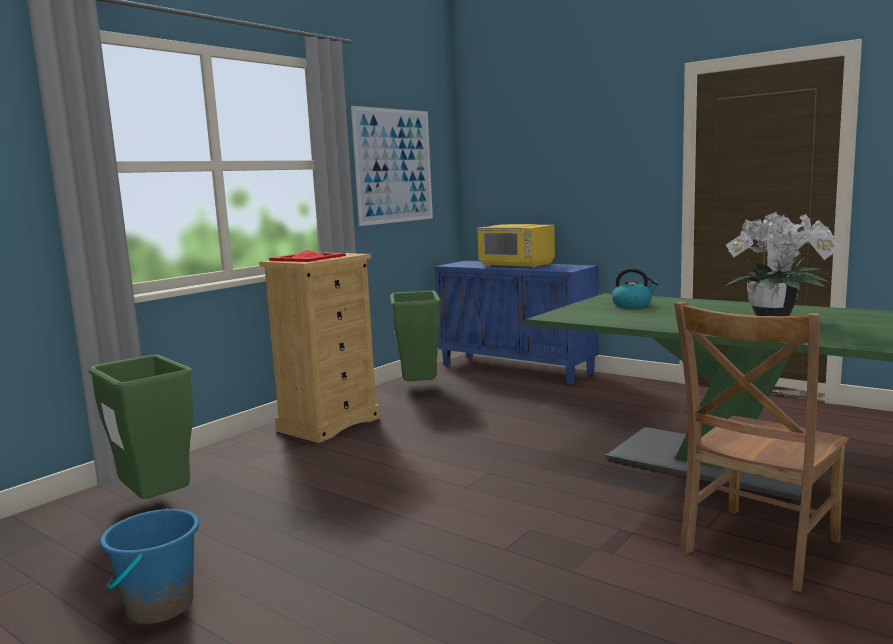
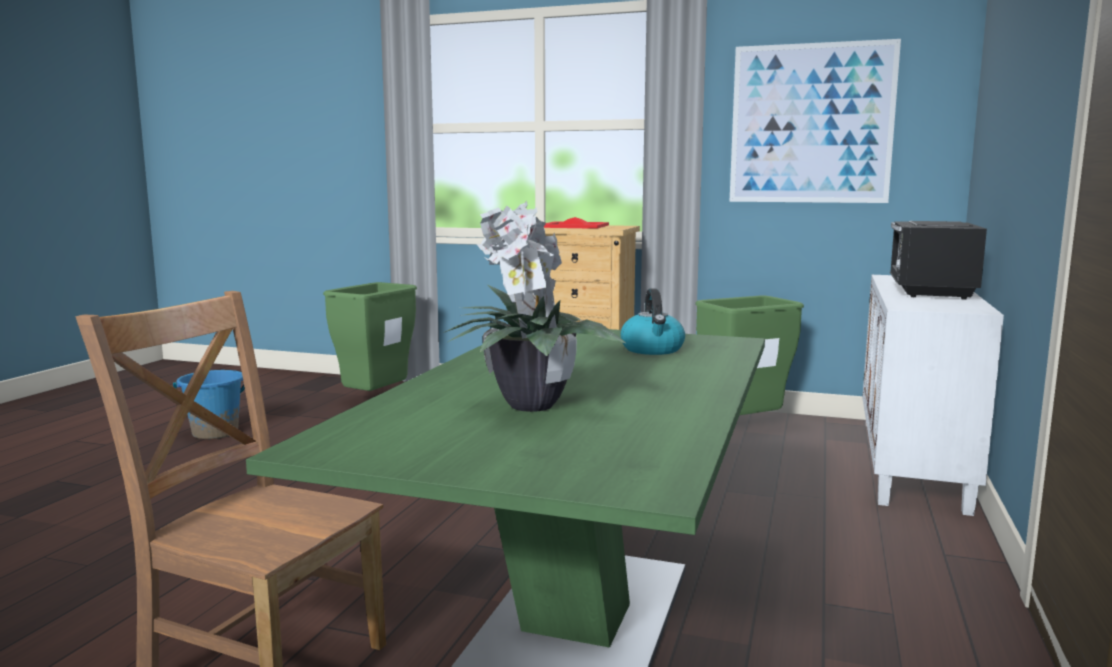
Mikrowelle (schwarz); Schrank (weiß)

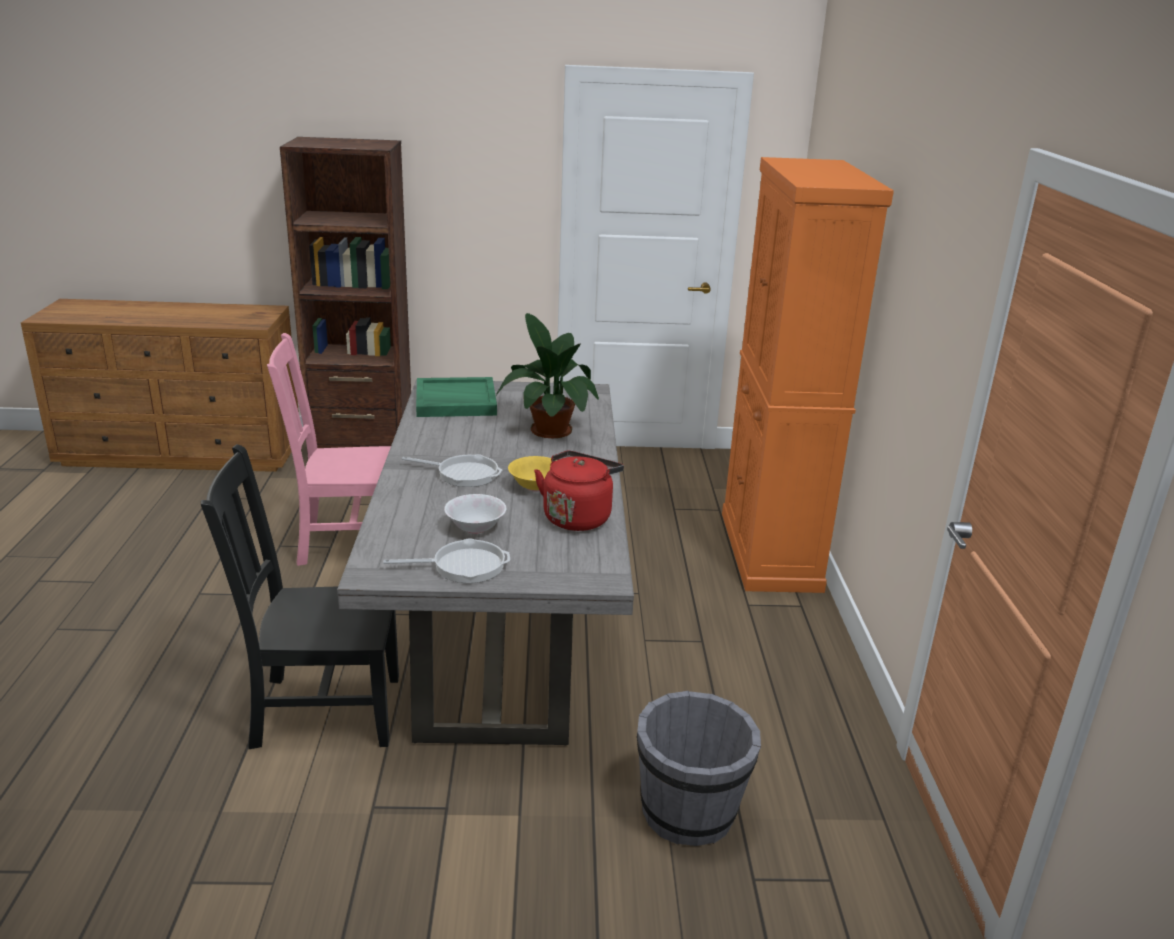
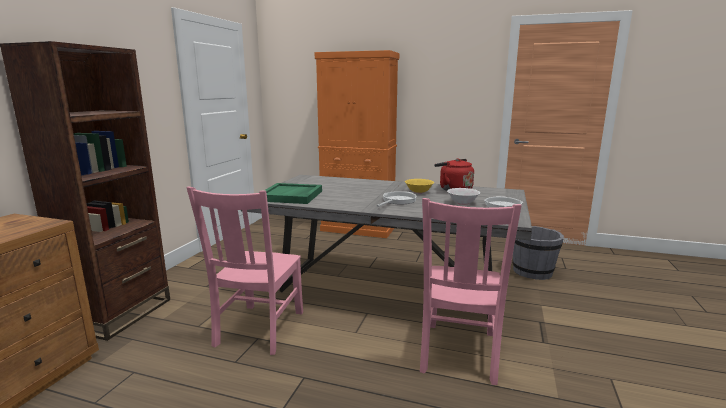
Topfpflanze; Stuhl (rosa) (2nd from left)

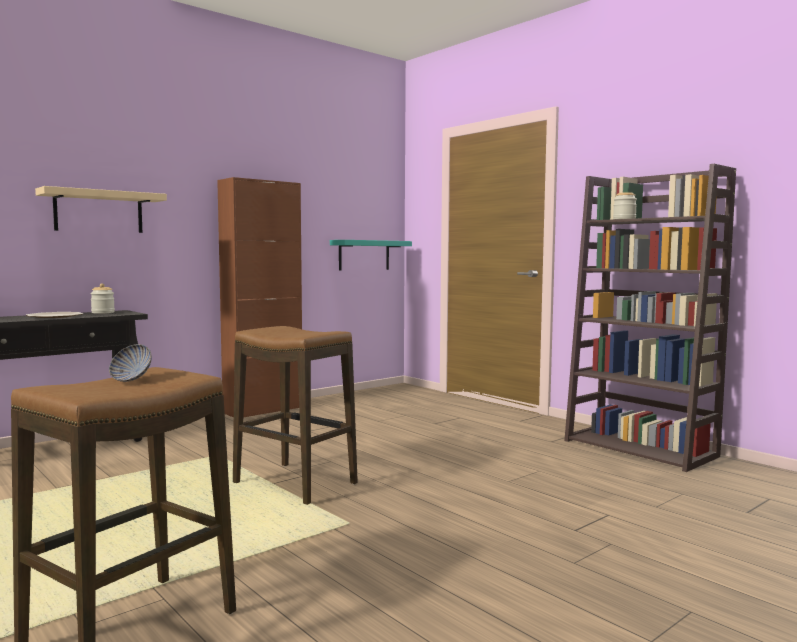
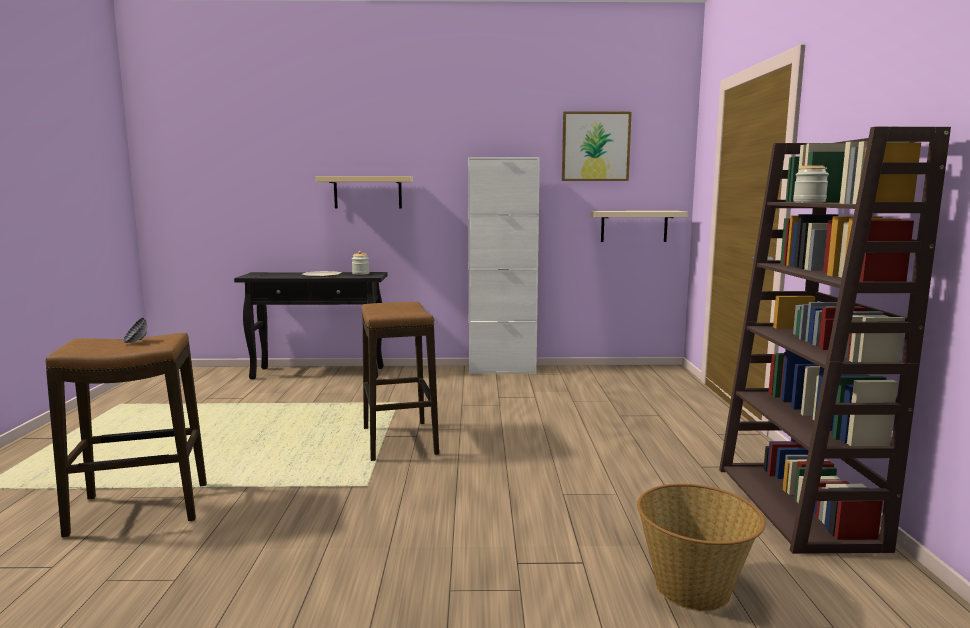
Schrank (weiß); Wandregal (beige) (2nd from left); Bild; Korb

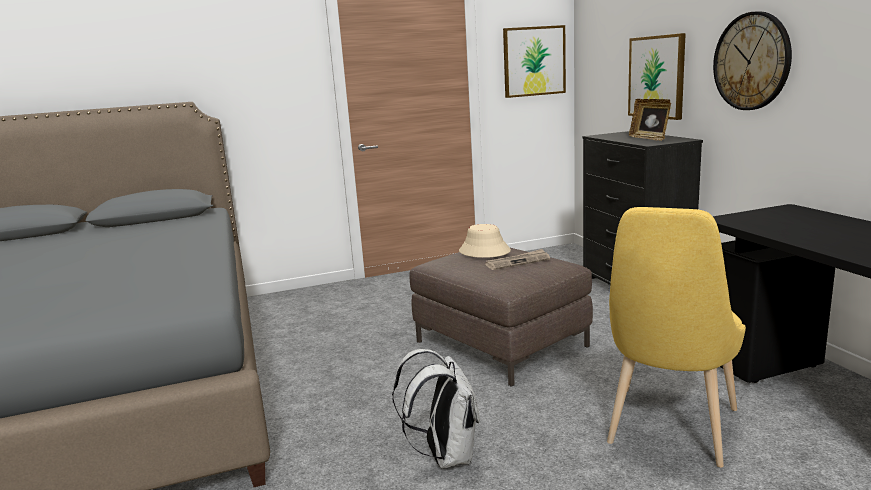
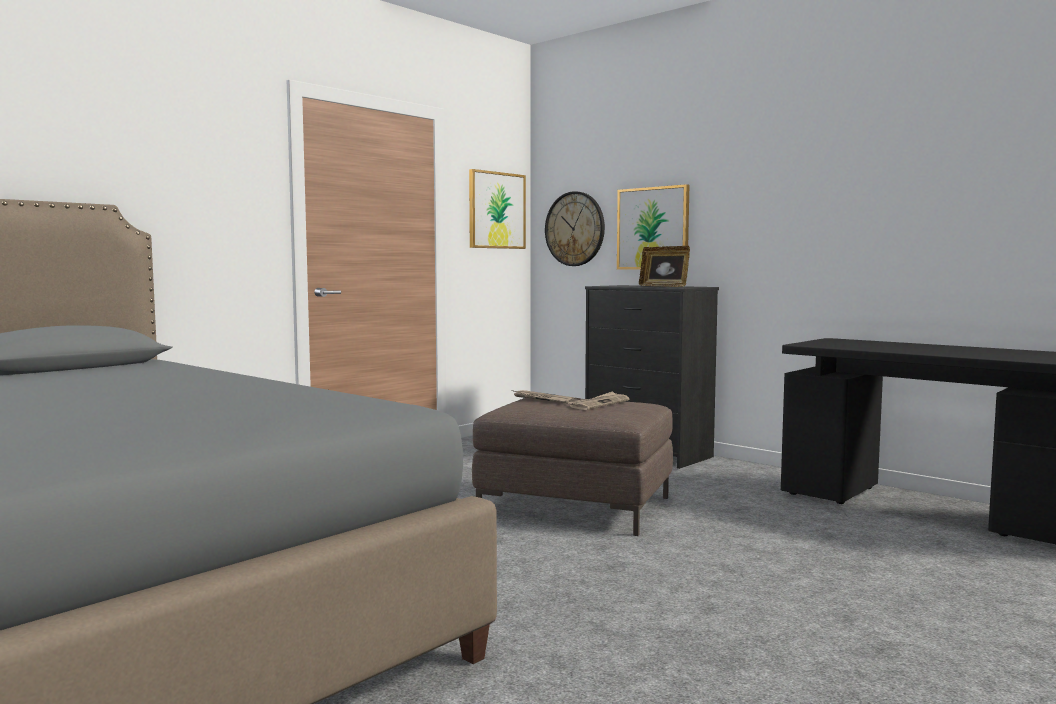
Wanduhr; Stuhl (gelb); Zeitung (1st from left); Rucksack (weiß)

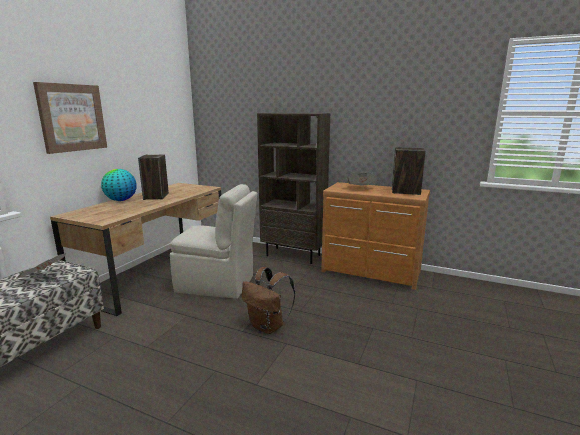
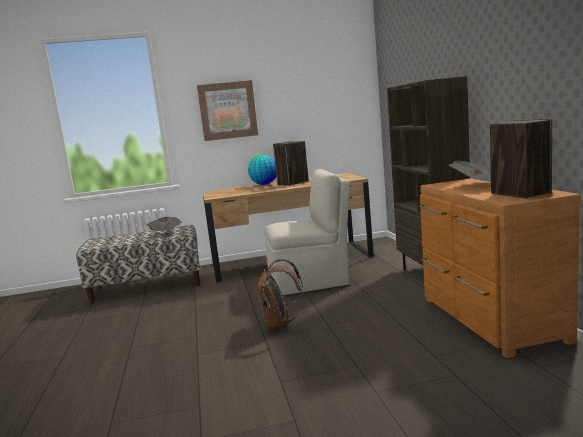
Stuhl (beige)

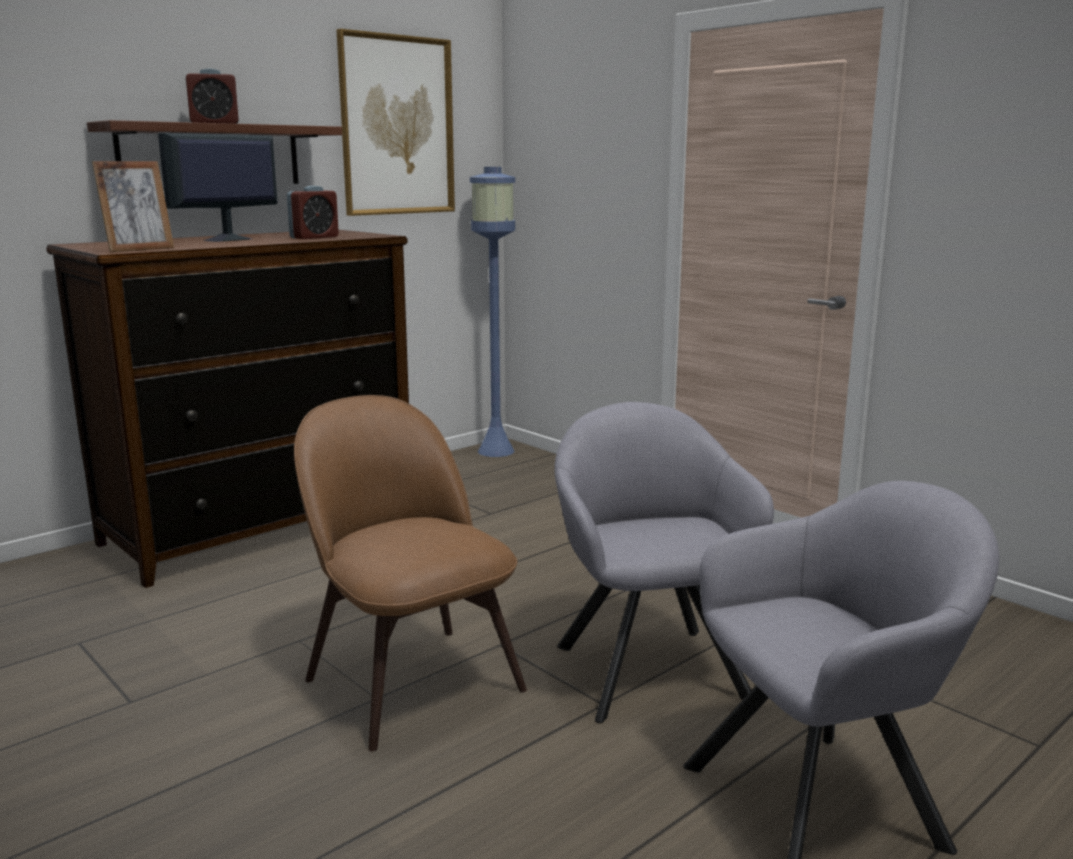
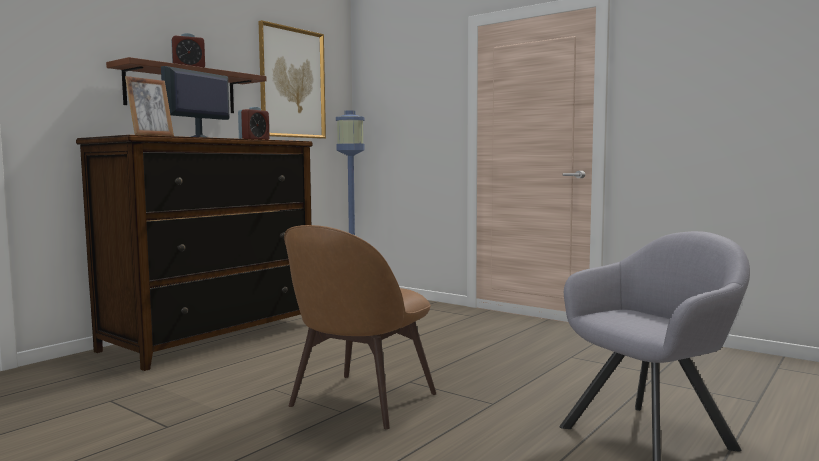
Stuhl (braun); Sessel (grau) (1st from left in the first image)

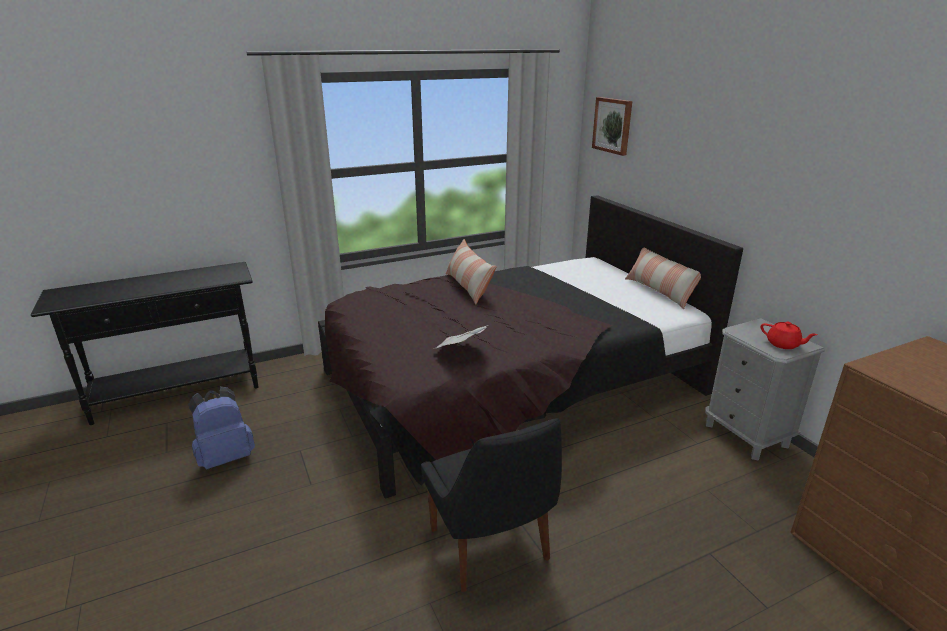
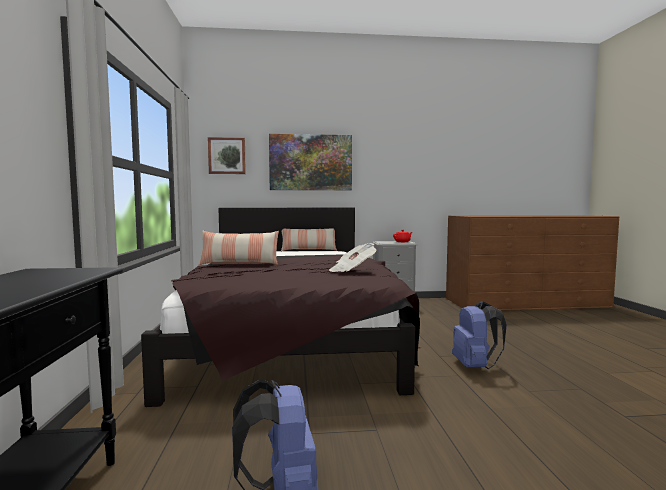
Rucksack (blau) (2nd from left); Bild (2nd from left)

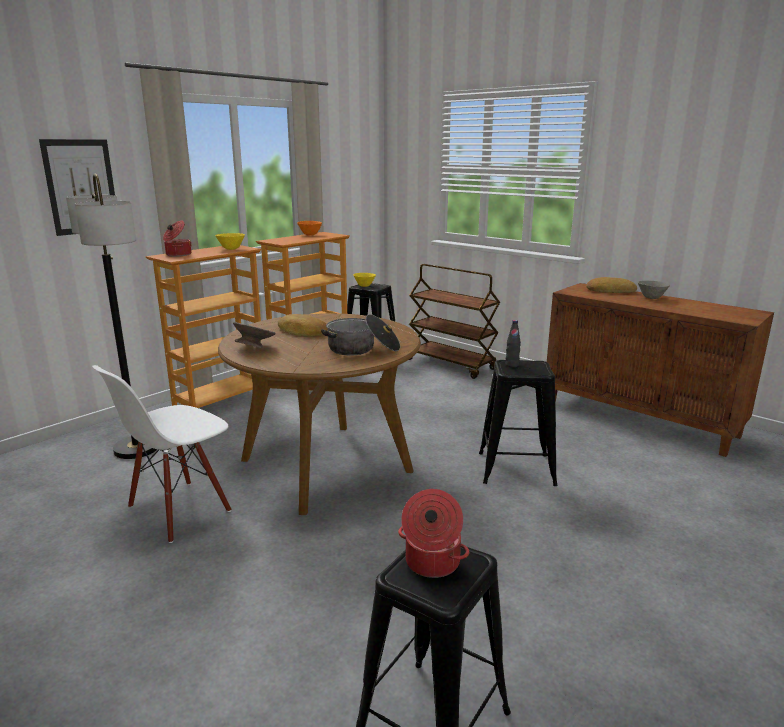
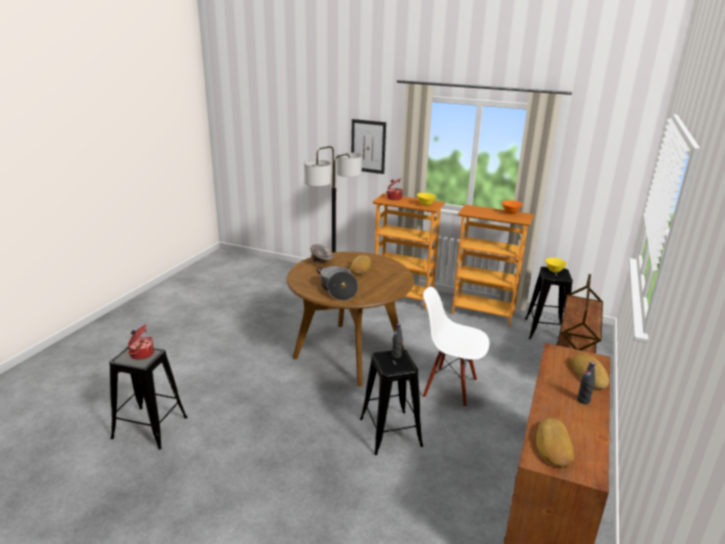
Flasche (schwarz) (2nd from left); Stuhl (weiß); Brot (2nd from left)

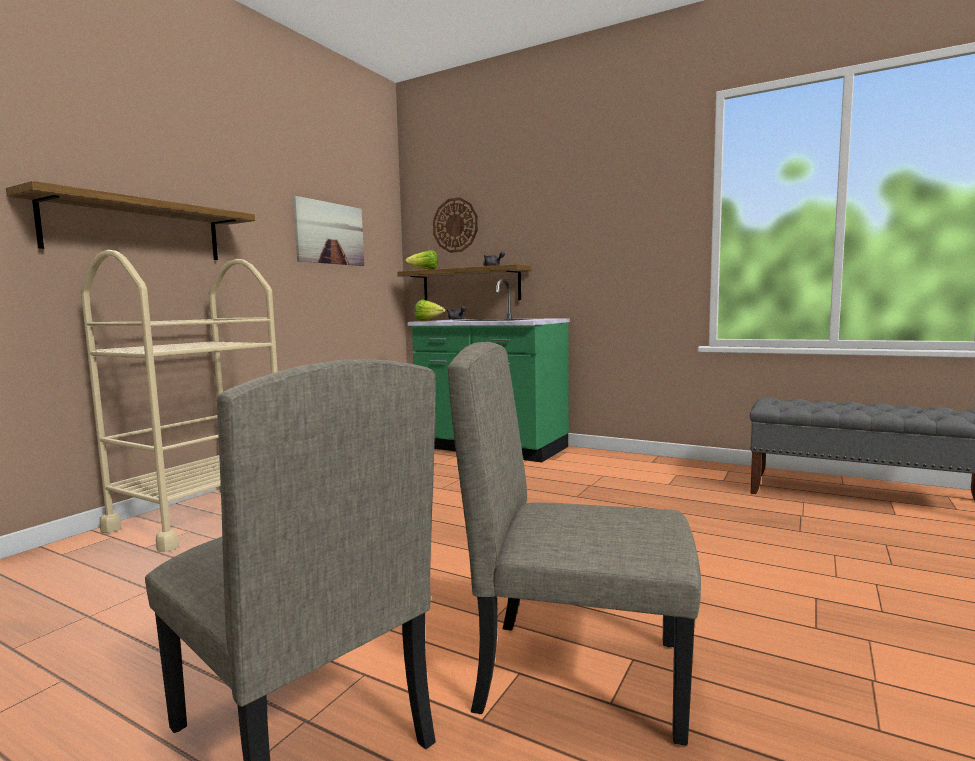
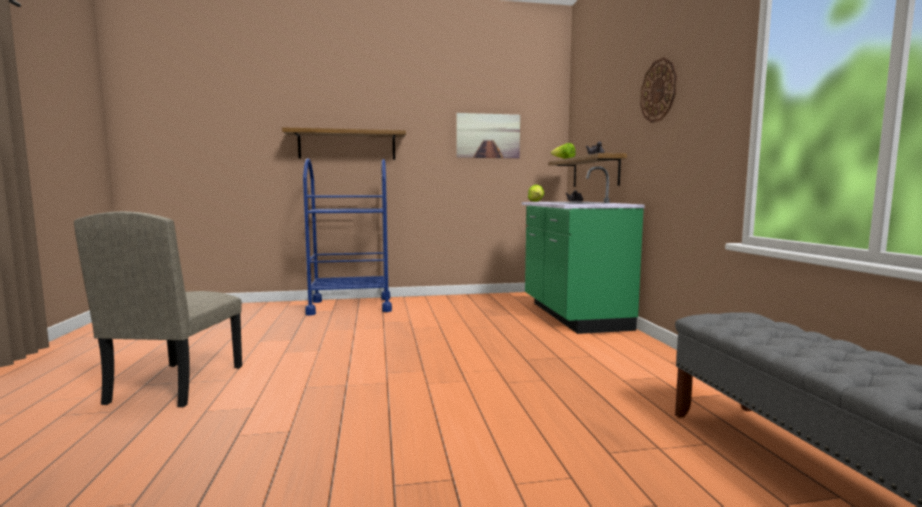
Wanduhr; Rollwagen (blau); Stuhl (beige) (2nd from left in the first image)

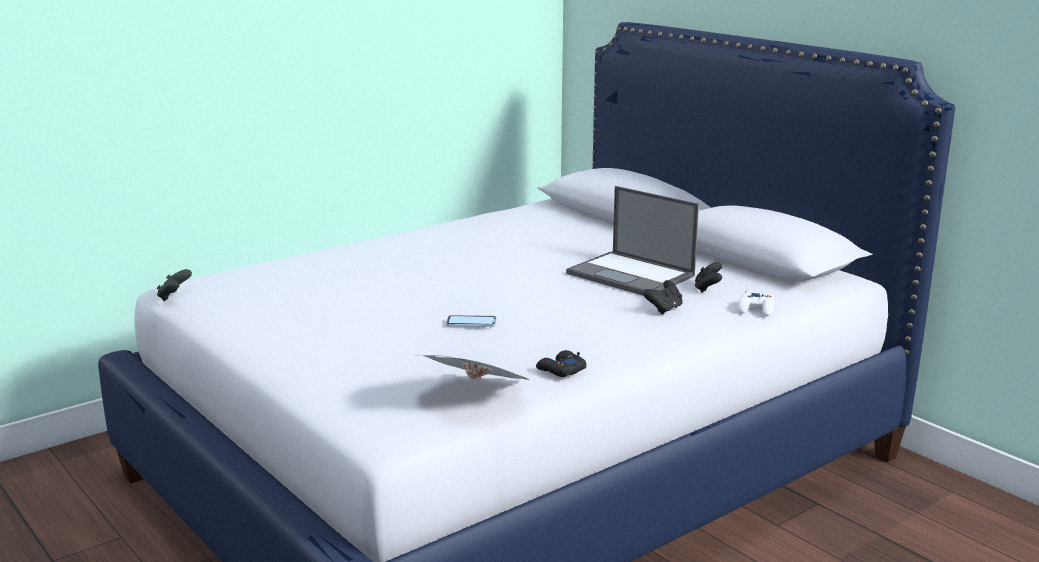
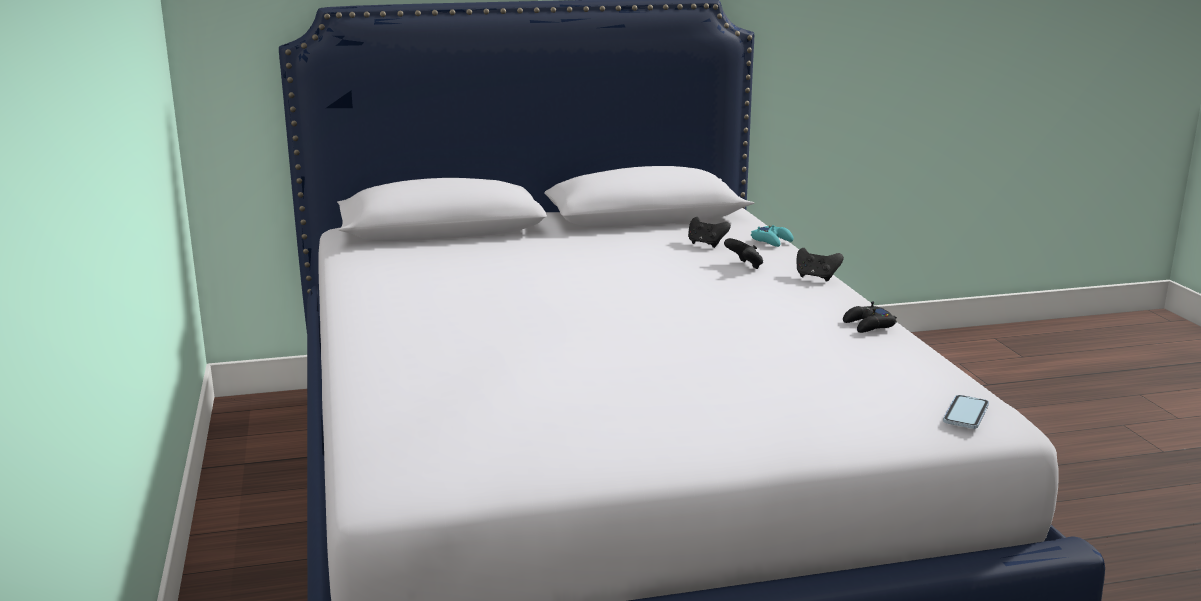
Laptop; Gamepad (schwarz) (3rd from left); Gamepad (türkis); Handy; Zeitung

